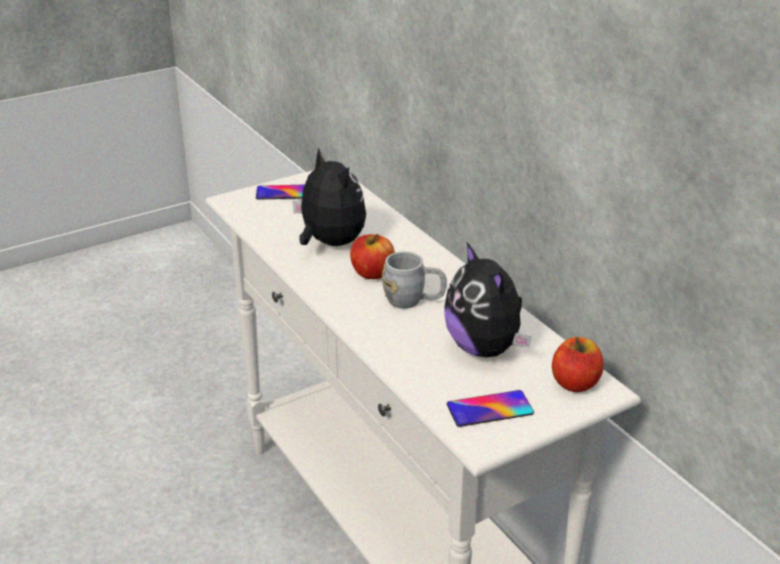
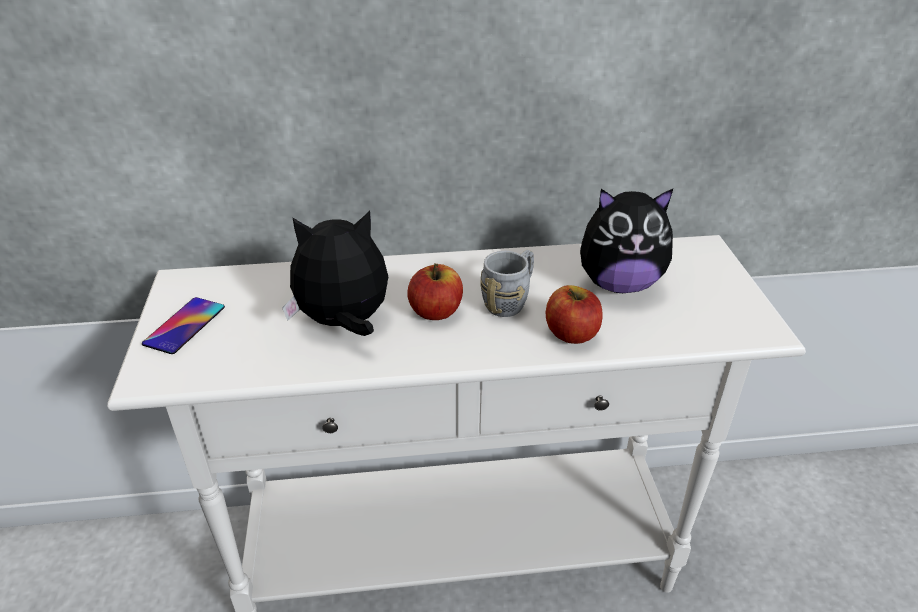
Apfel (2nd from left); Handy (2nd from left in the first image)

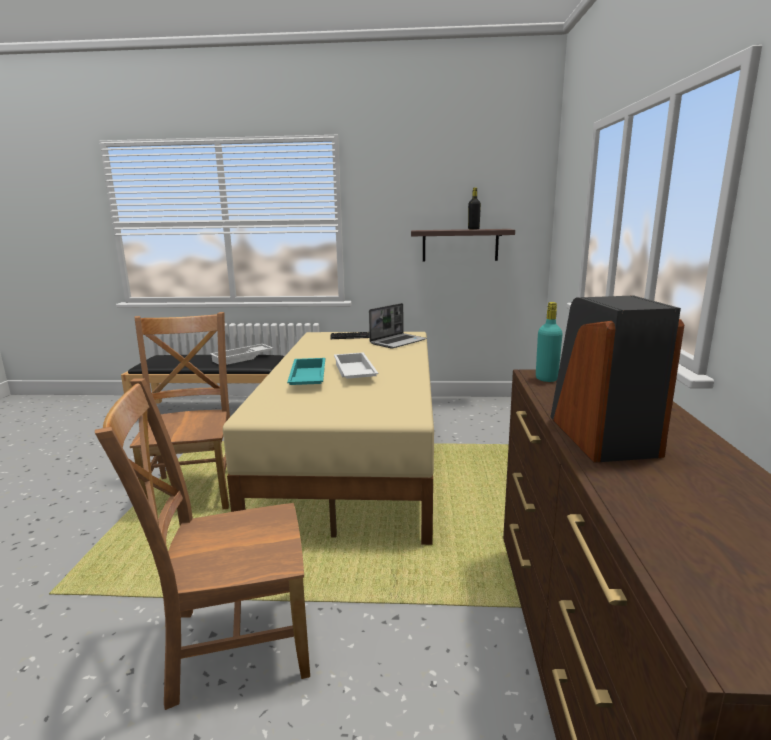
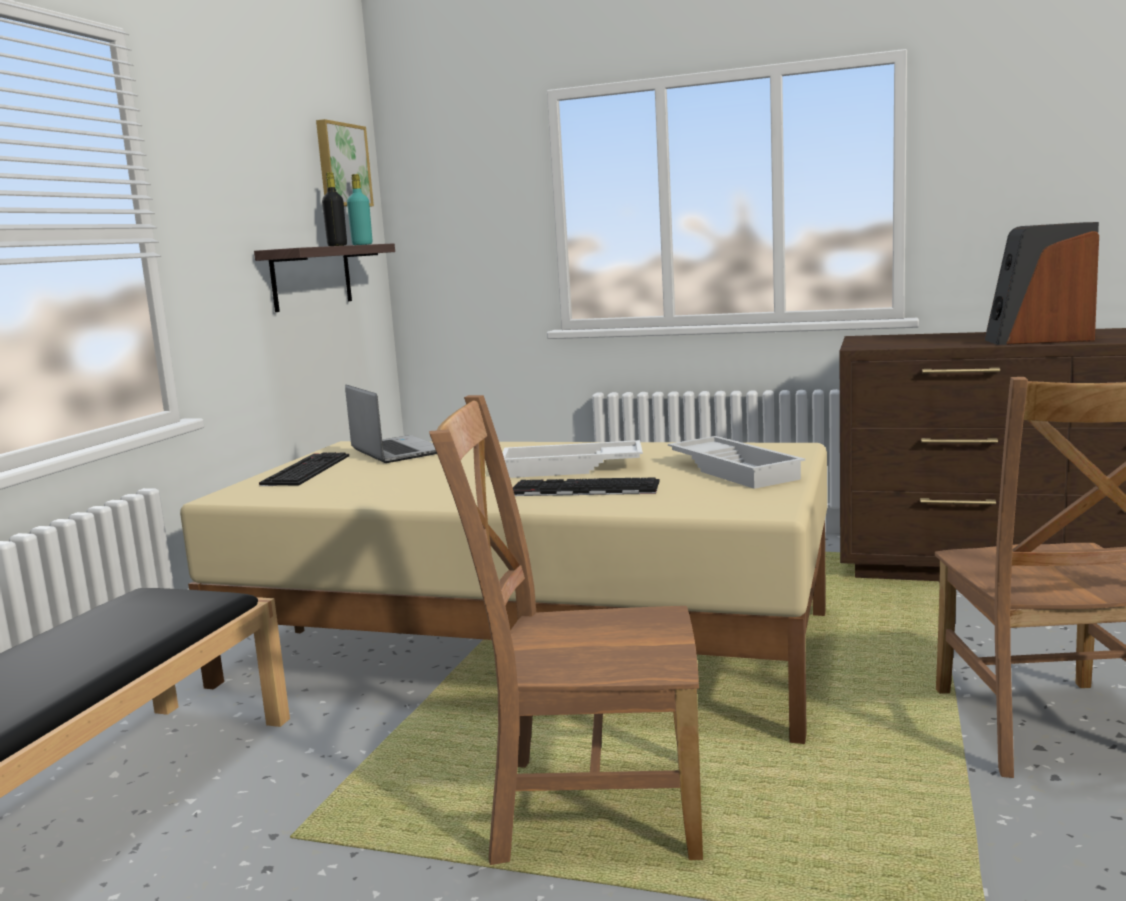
Flasche (türkis); Tablett (weiß) (2nd from left); Tastatur (2nd from left); Bild

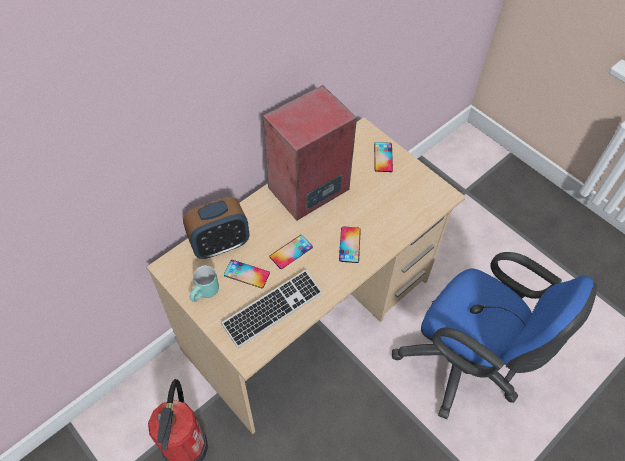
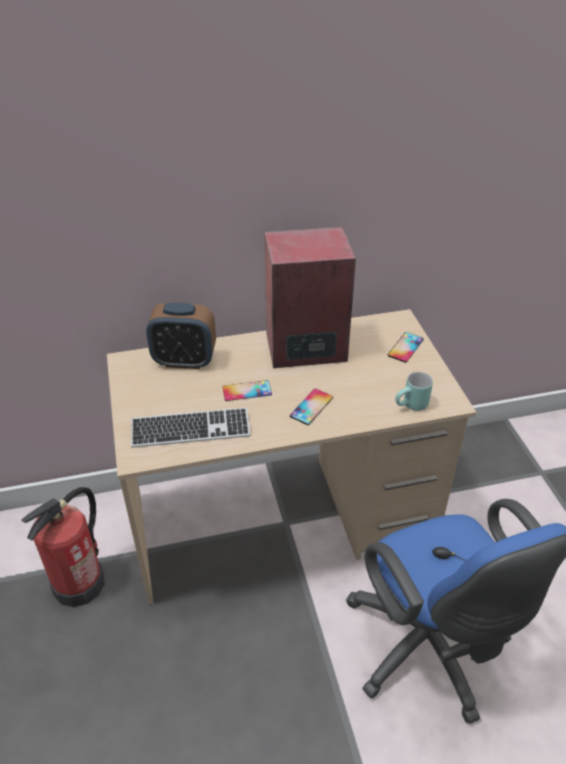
Handy (1st from left in the first image); Henkelbecher (türkis)

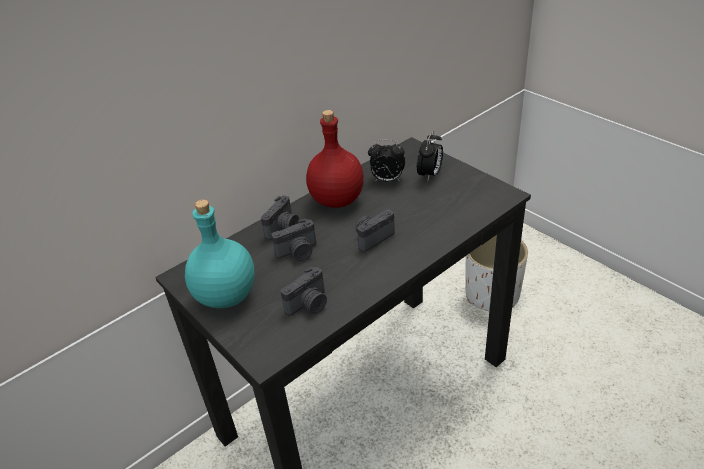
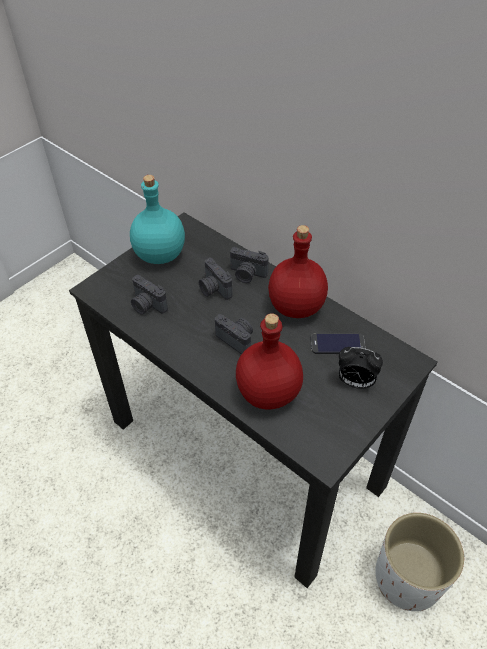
Handy; Flasche (rot) (1st from left)

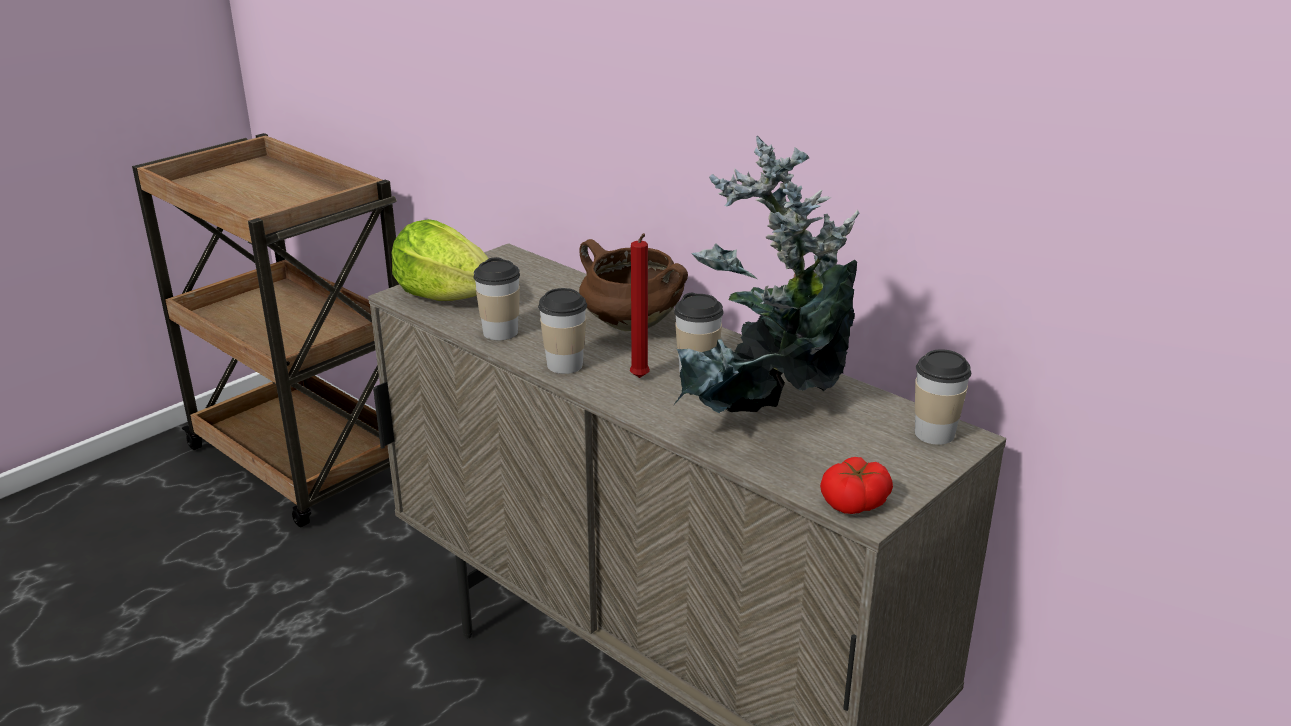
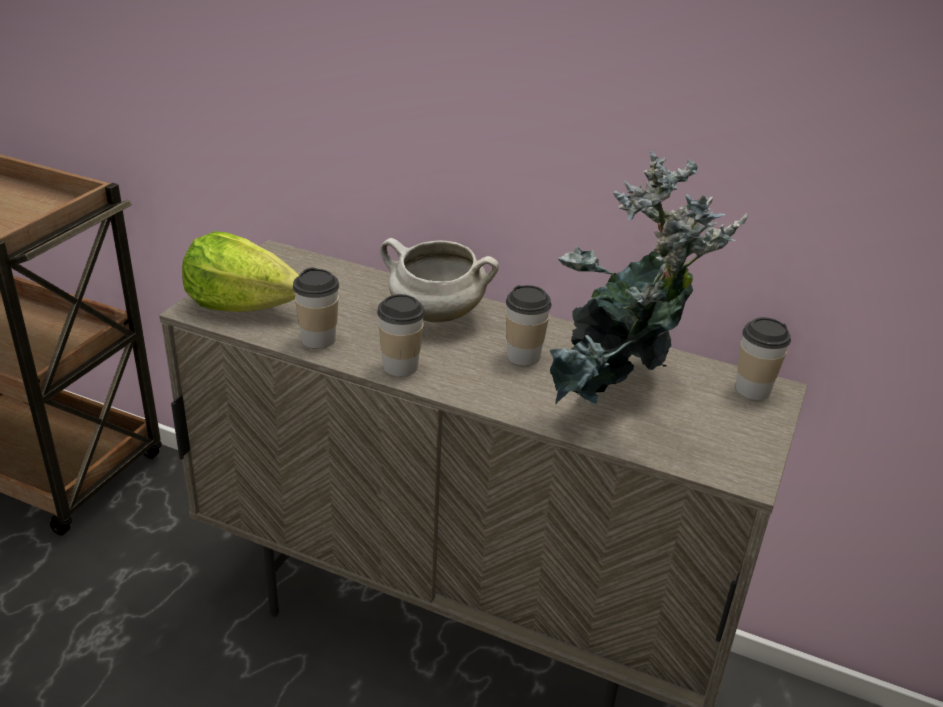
Kerze (rot); Kochtopf (weiß); Tomate

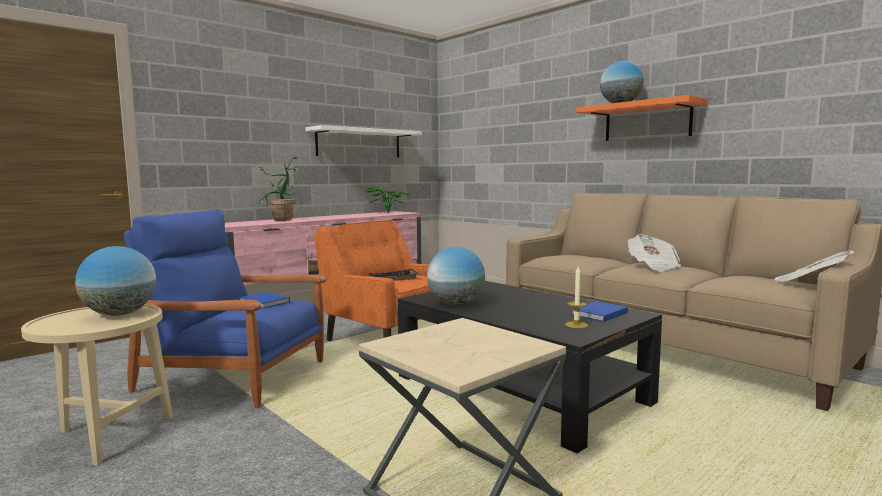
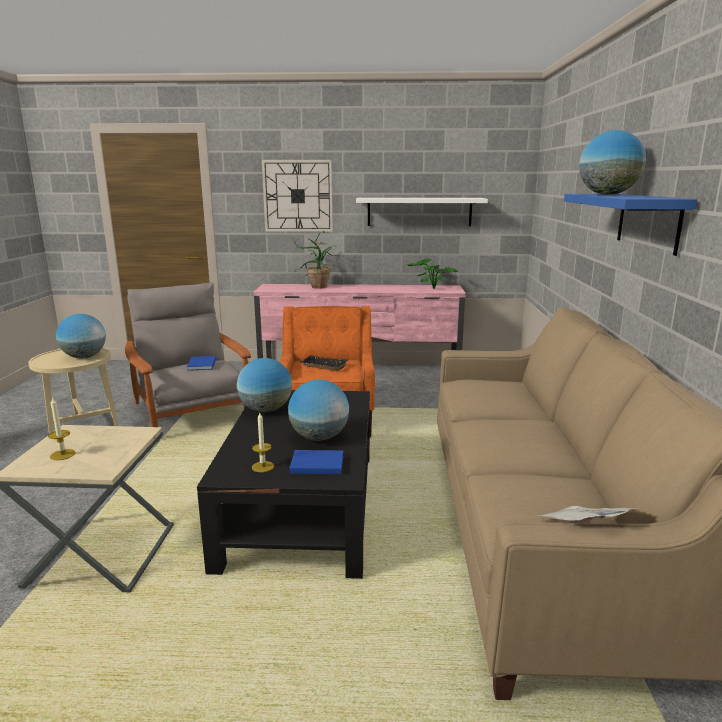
Wandregal (blau); Sessel (grau); Zeitung (1st from left in the first image); Wanduhr; Globus (3rd from left); Kerze (1st from left)

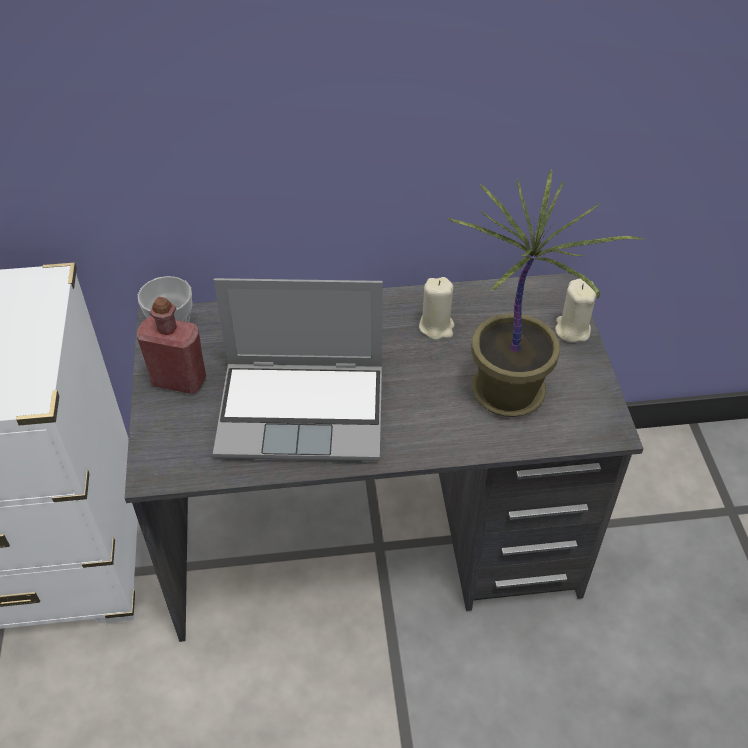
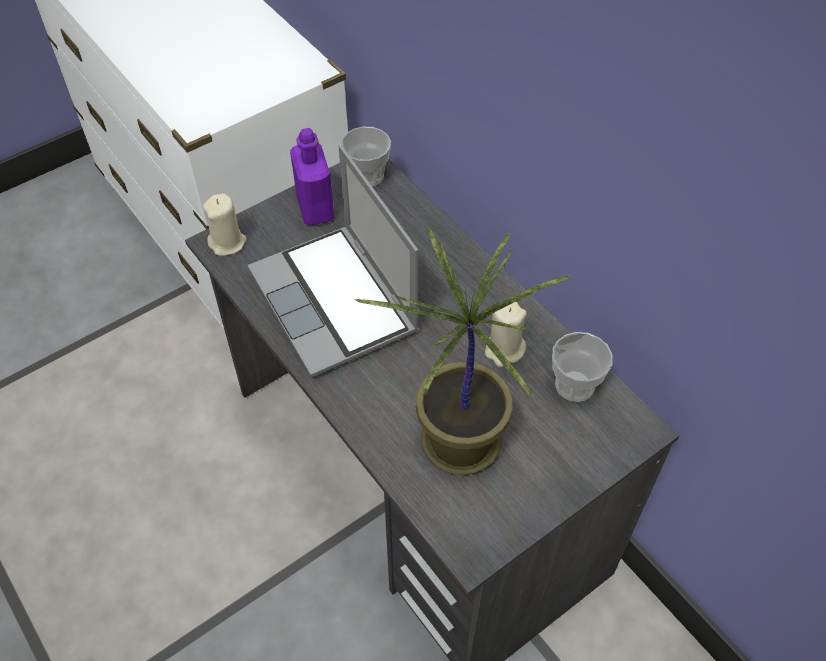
Kerze (beige) (1st from left); Flasche (lila); Tasse (2nd from left)

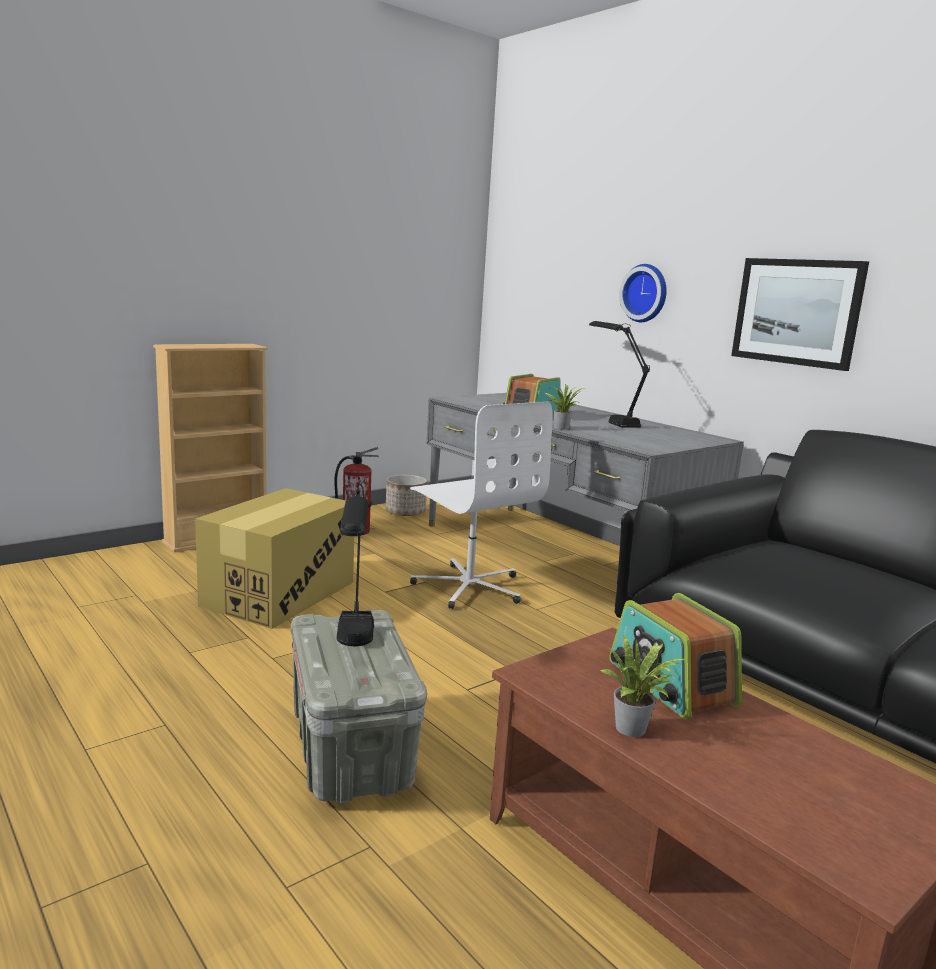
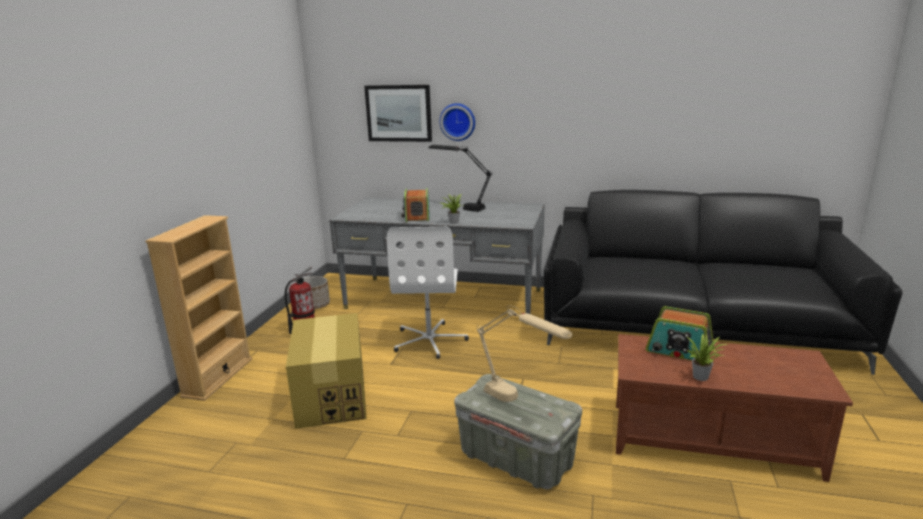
Bild; Bürostuhl (weiß); Tischlampe (beige)

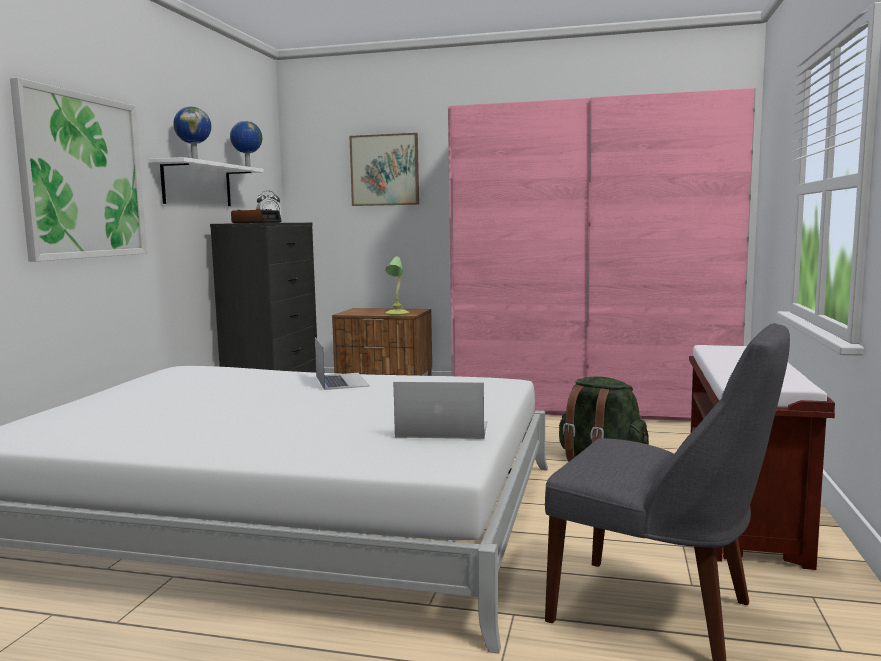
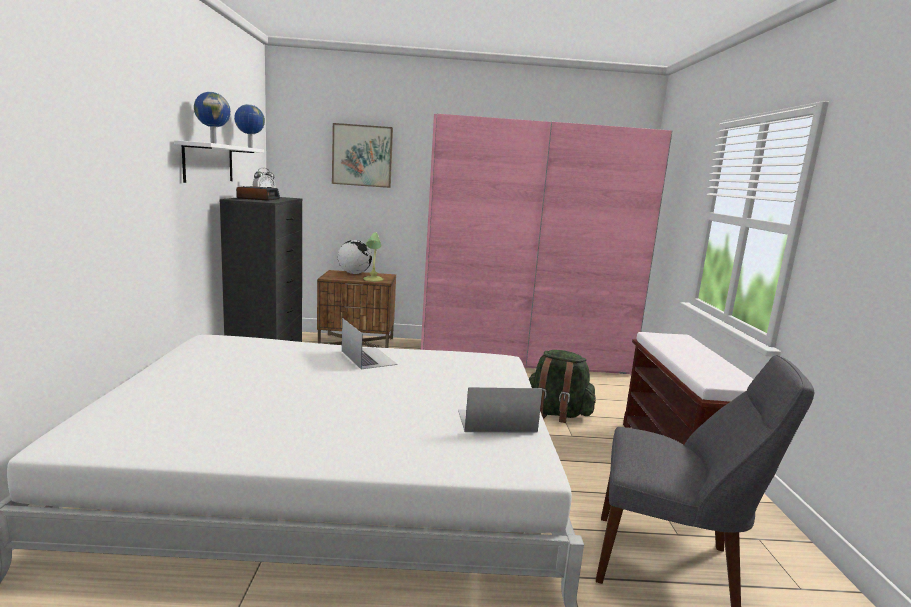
Bild (1st from left in the first image); Globus (3rd from left)

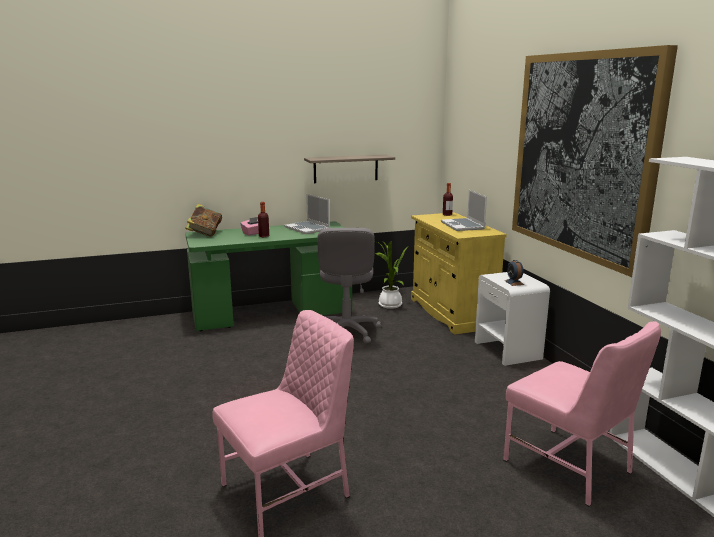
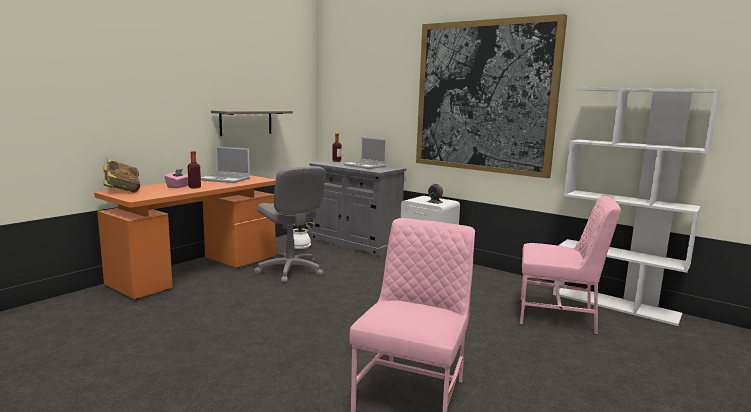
Schrank (grau); Schreibtisch (orange)

